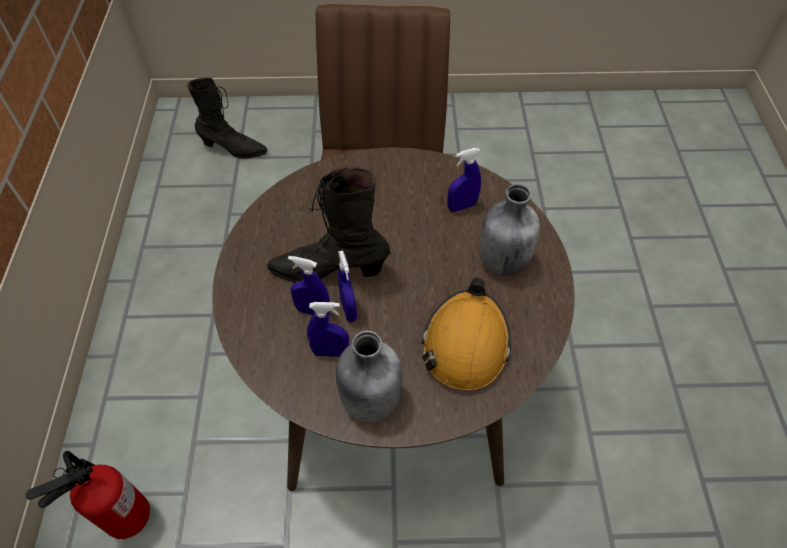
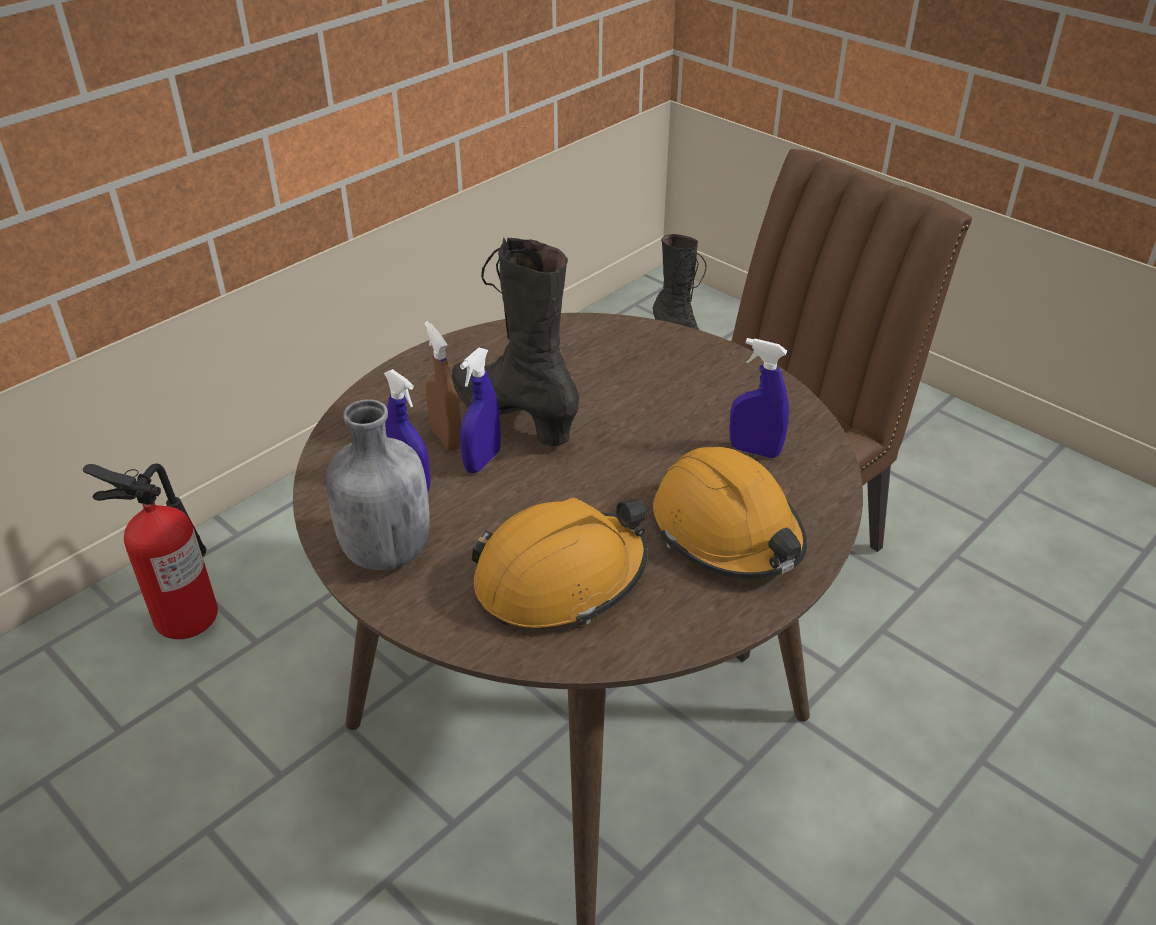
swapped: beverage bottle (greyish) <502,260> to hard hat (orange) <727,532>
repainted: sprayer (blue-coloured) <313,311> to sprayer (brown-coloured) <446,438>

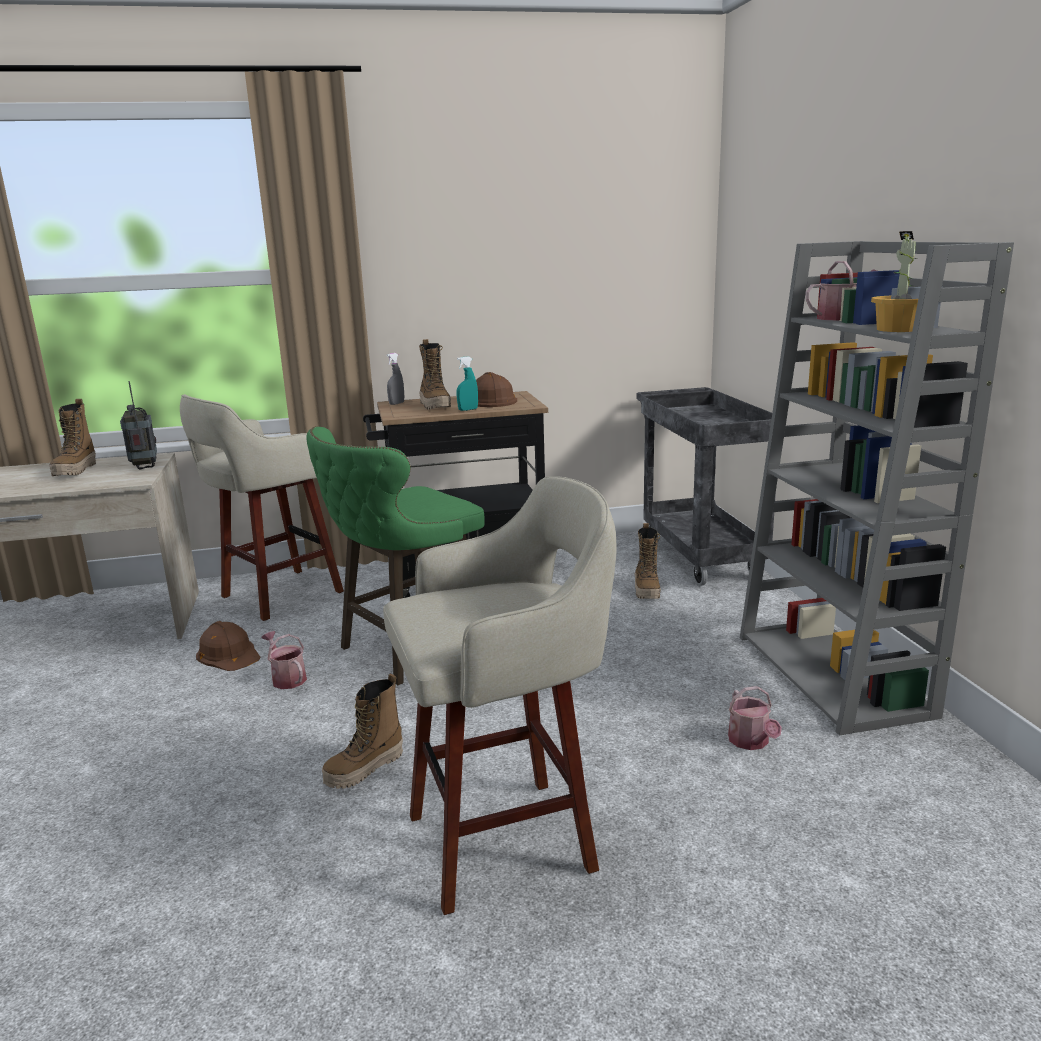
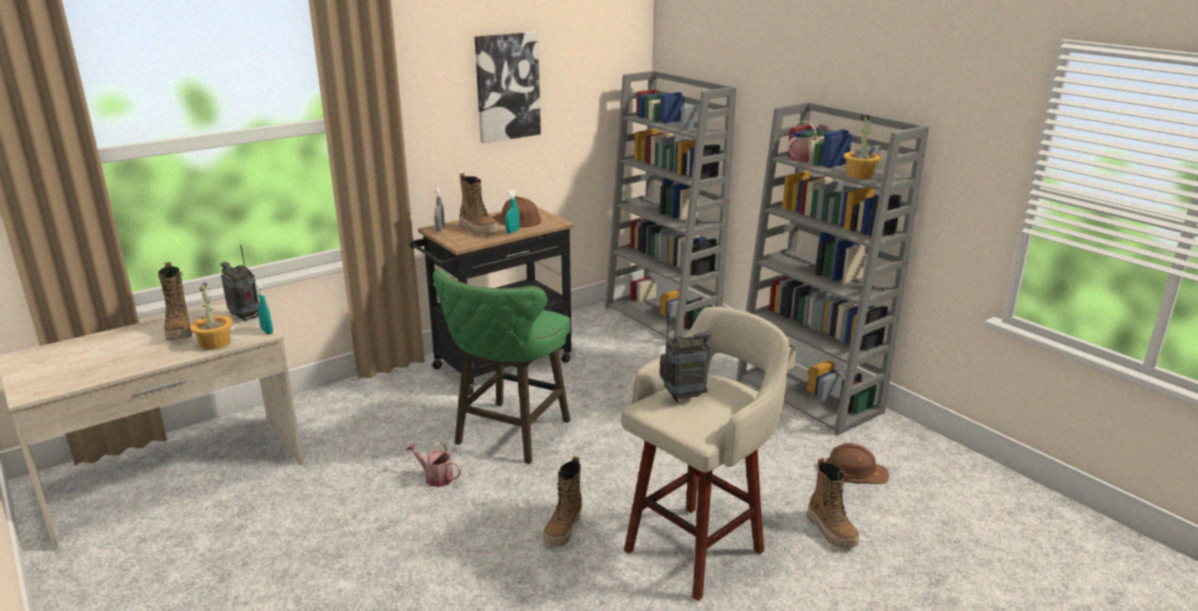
gone: stool (beige-coloured) <277,596>; watering can <751,742>
new: plant in a pot <215,343>; sprayer (turquoise) <267,331>; picture <507,87>; radio <684,397>
shifted: hard hat (brown-coloured) <229,654> to <855,470>; tall boot <647,590> to <831,531>
swapped: wheeled cart (greyish) <698,556> to bookcase (greyish) <663,318>

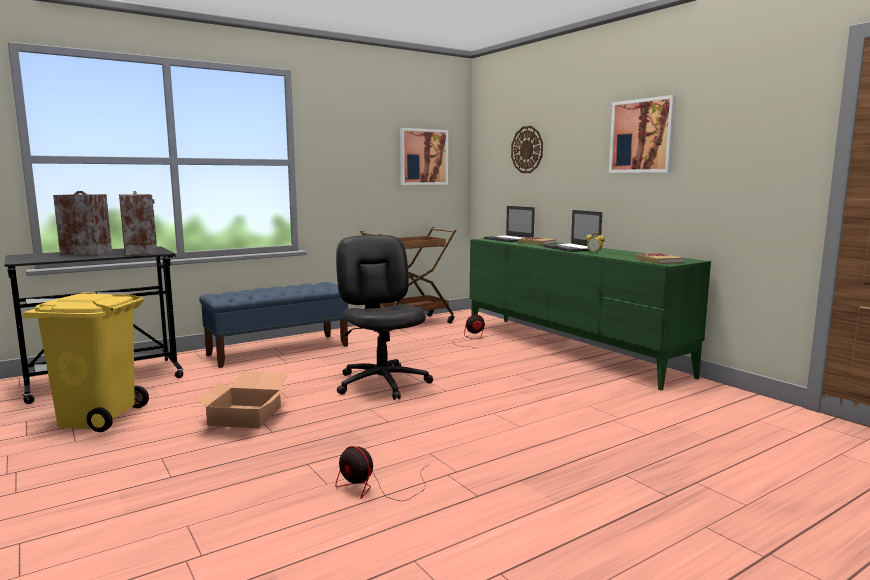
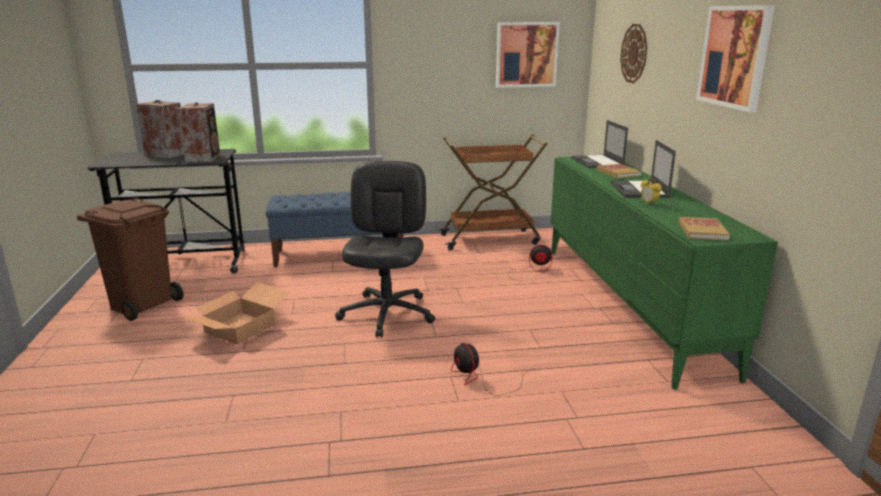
shifted: fan <376,488> to <481,379>
repainted: rubbish bin (yellow-coloured) <98,417> to rubbish bin (brown-coloured) <143,304>

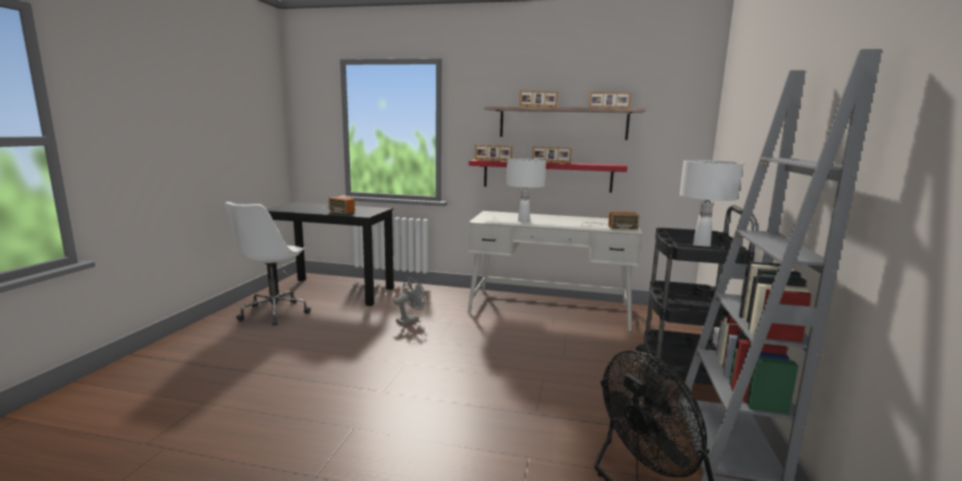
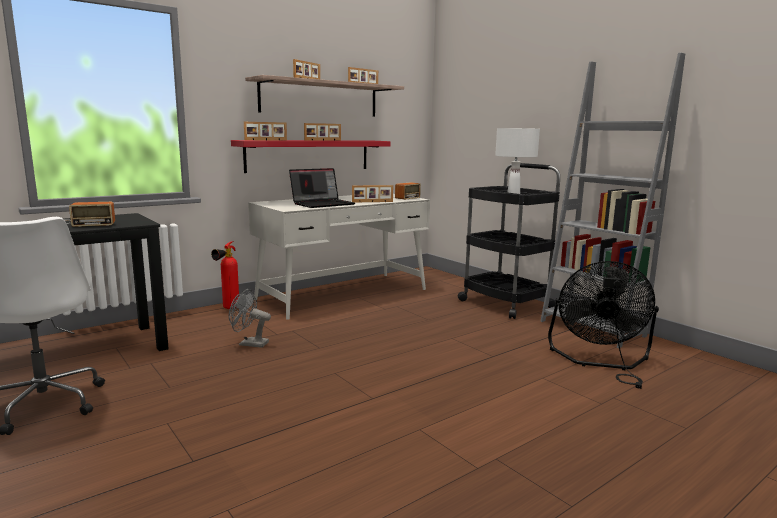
new: fire-fighting cylinder <228,309>; photo frame <372,202>
swapped: tabletop lamp (white-coloured) <523,221> to laptop <323,204>
rotated: fan (greyish) <410,320> = <249,344> 75 degrees counterclockwise

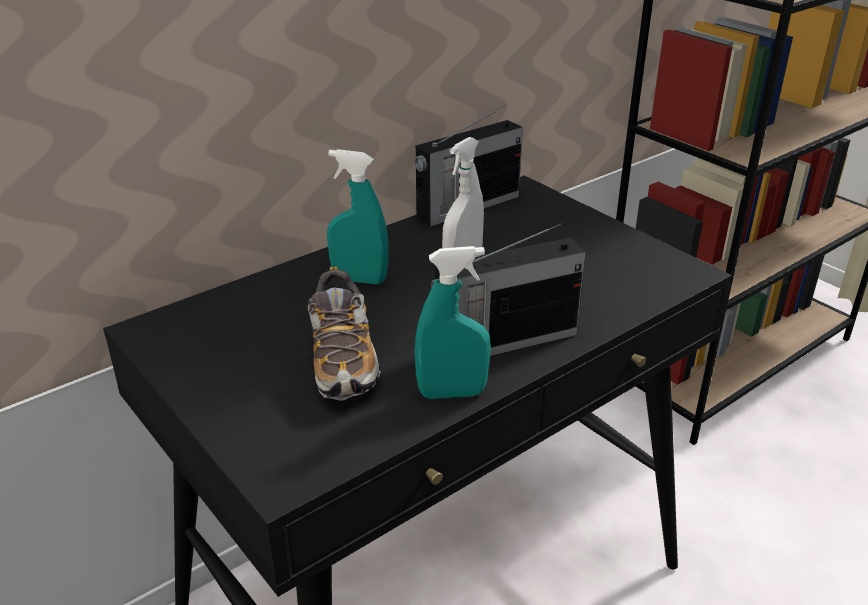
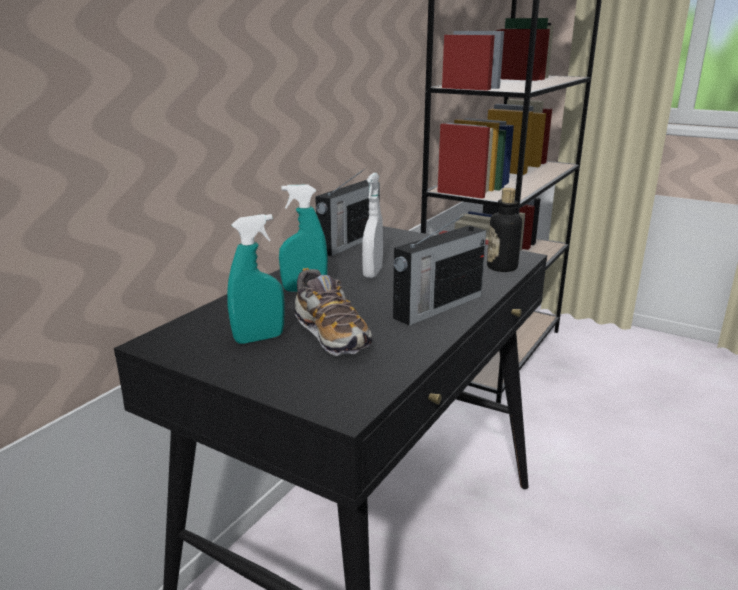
new: beverage bottle <502,267>
shifted: sprayer (turquoise) <452,393> to <259,338>

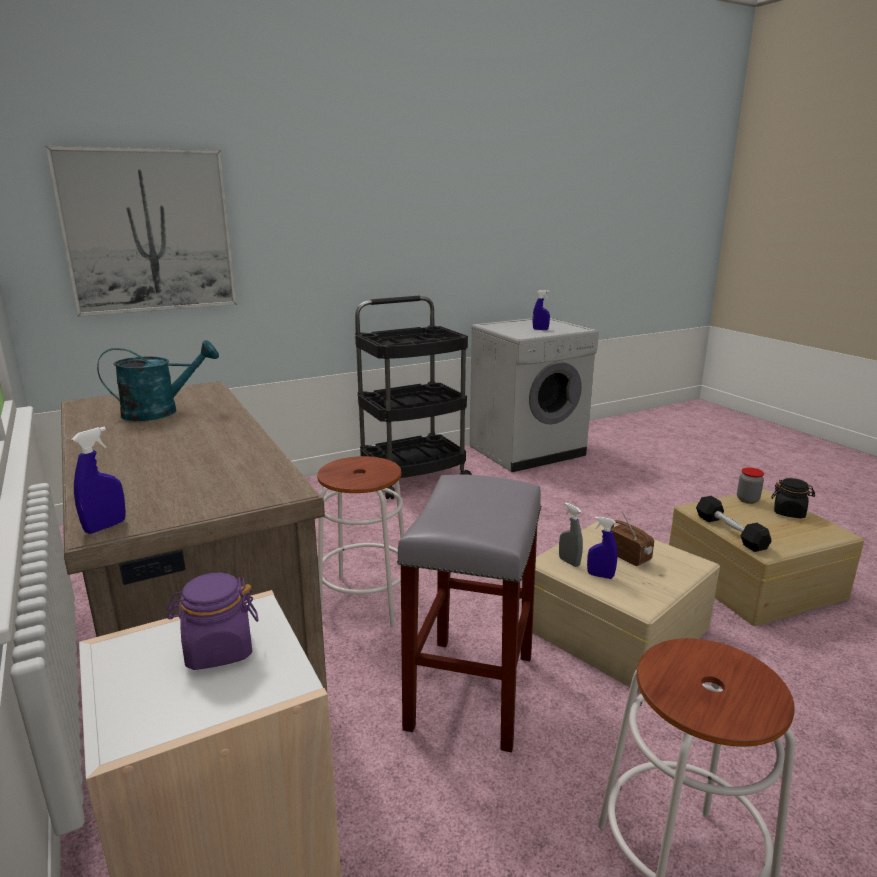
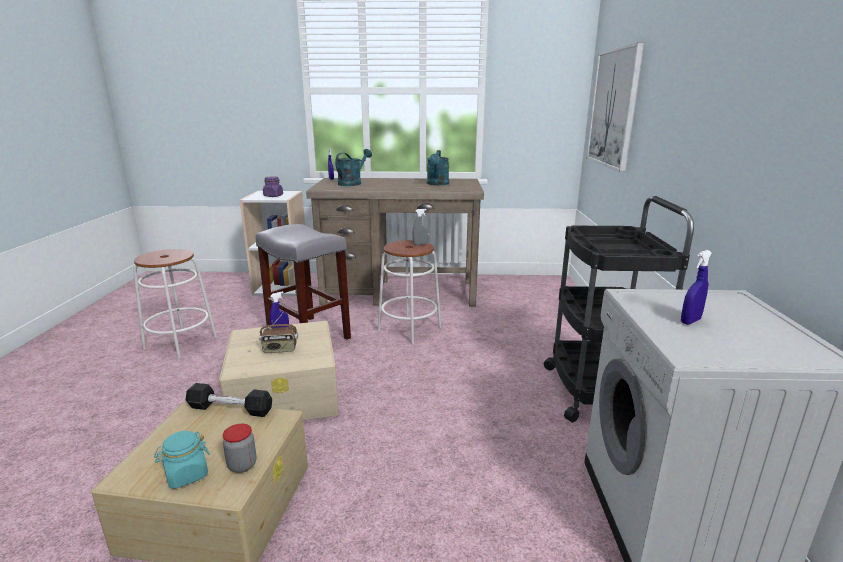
new: watering can (turquoise) <352,183>
shifted: sprayer (greyish) <569,562> to <420,244>
repainted: storage jar (black-coloured) <789,512> to storage jar (turquoise) <186,475>

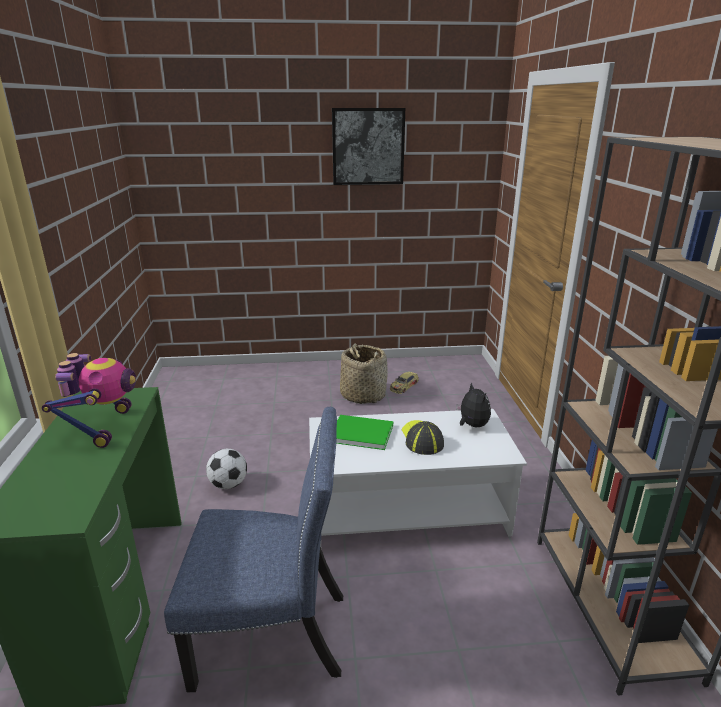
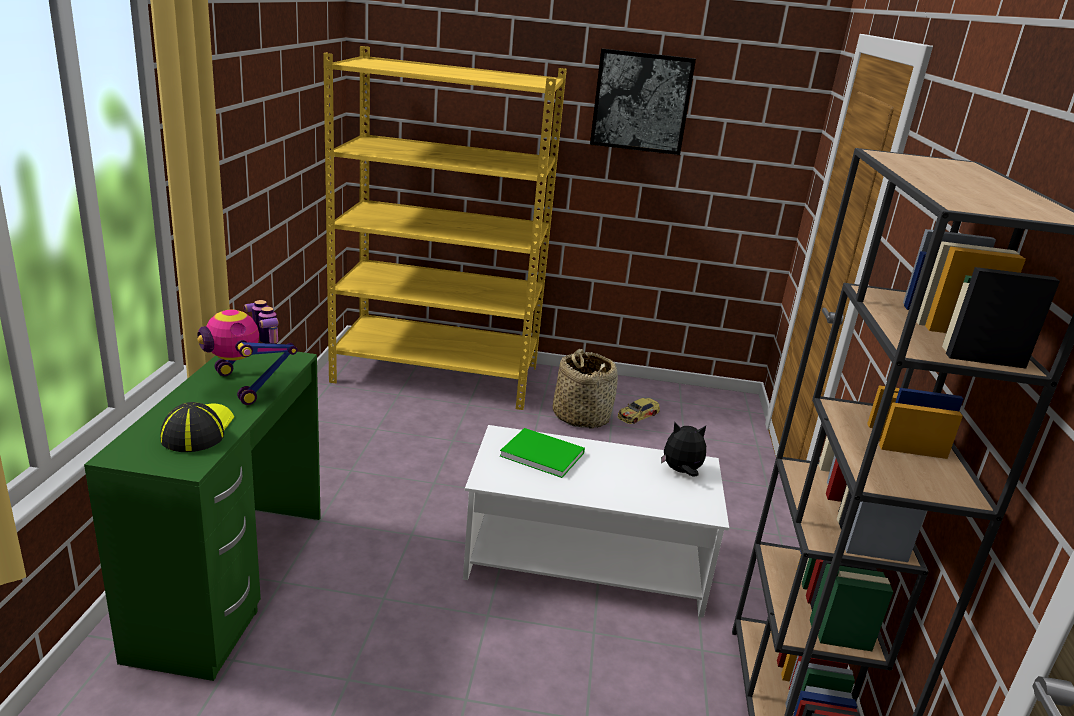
gone: upright chair (blue-coloured) <268,635>; football <228,484>
new: bookcase (yellow-coloured) <437,374>
shifted: peaked cap <421,439> to <198,430>
rotated: toy robot <104,427> = <247,385> 135 degrees clockwise; cuddly toy <472,425> = <681,472> 75 degrees counterclockwise

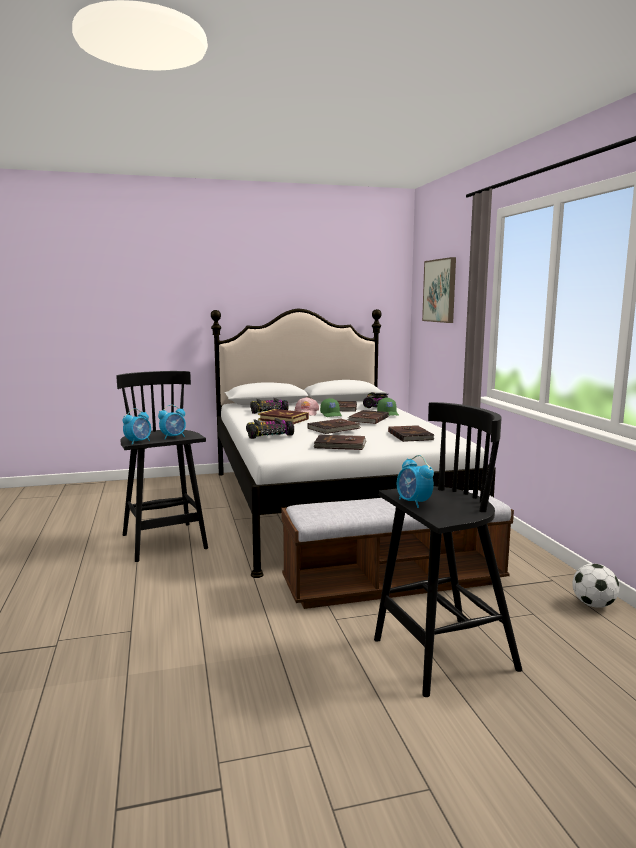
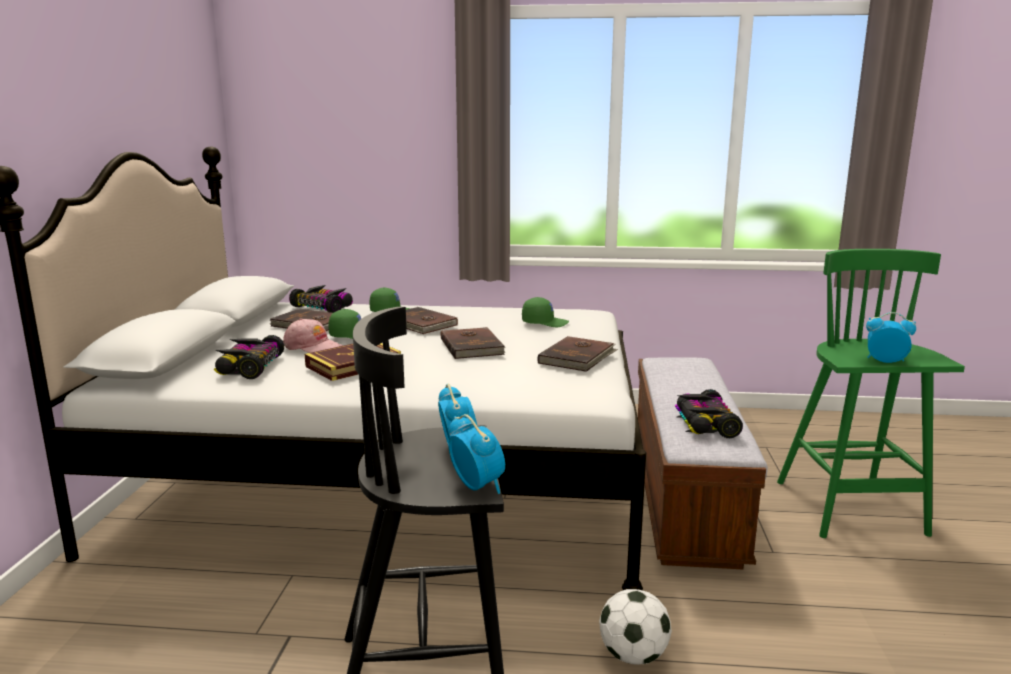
gone: picture <440,290>
shifted: toy car <268,435> to <704,424>; football <593,605> to <633,656>
swapped: bound book (brown-coloured) <411,435> to peaked cap (green-coloured) <544,323>
repainted: stool (black-coloured) <440,655> to stool (green-coloured) <852,509>
rotated: bedside clock <413,502> = <885,361> 150 degrees counterclockwise

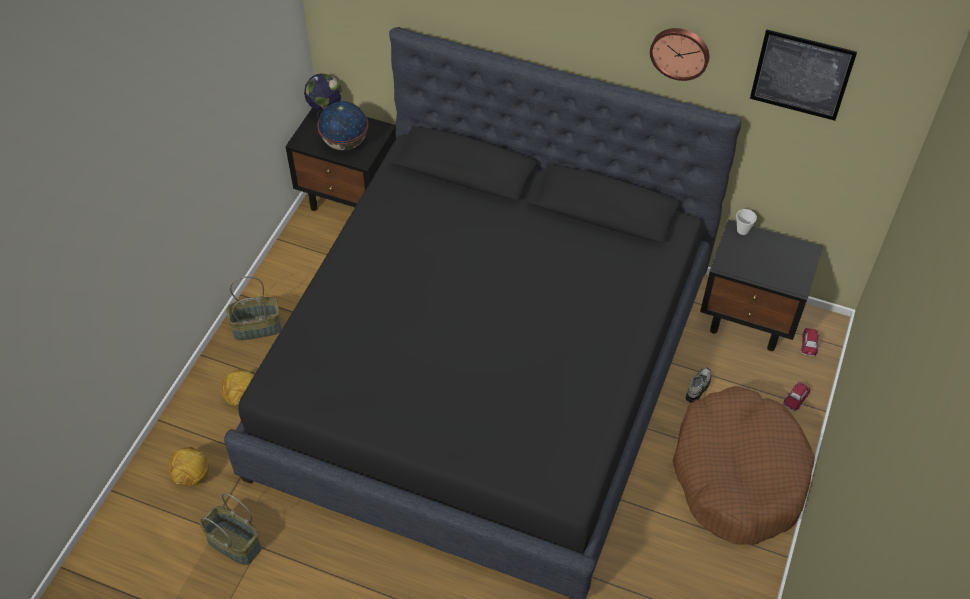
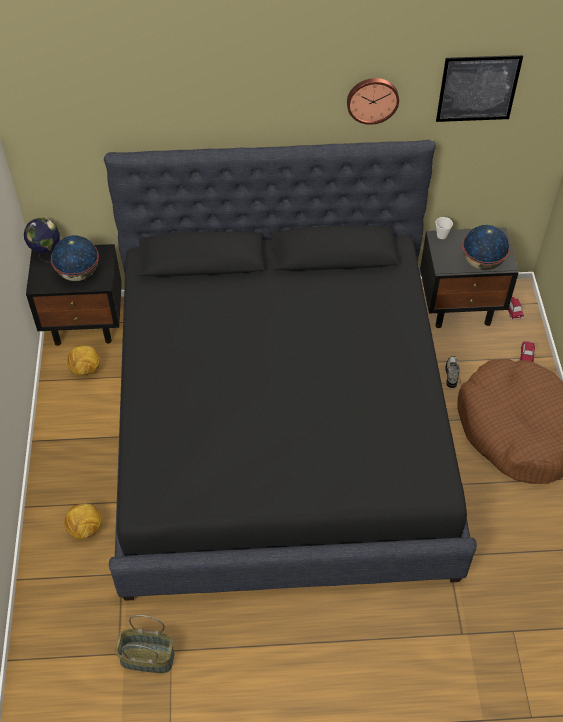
gone: basket <257,327>
new: world globe <482,263>
shifted: football <192,477> to <86,370>

